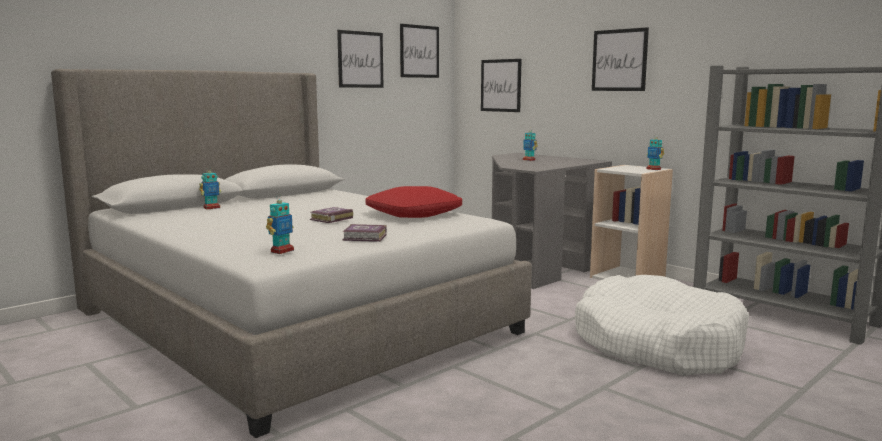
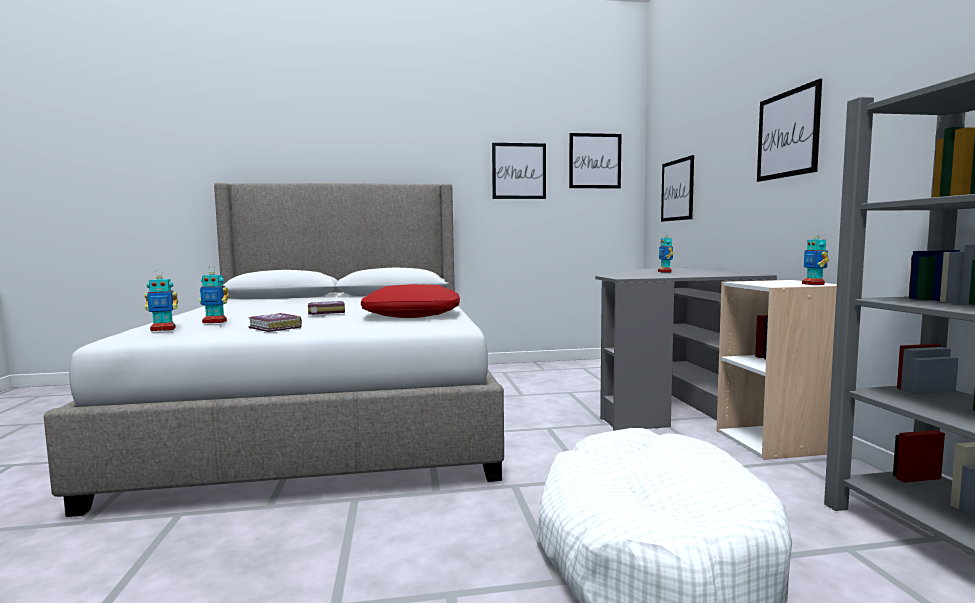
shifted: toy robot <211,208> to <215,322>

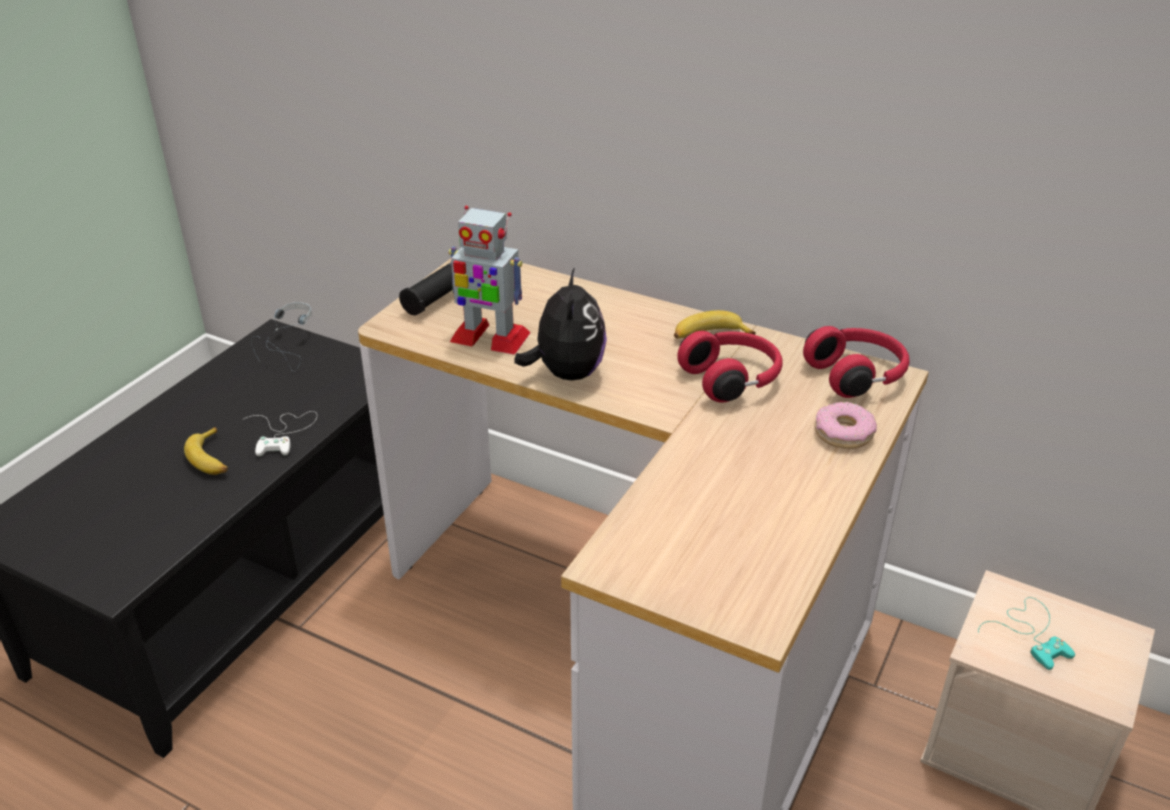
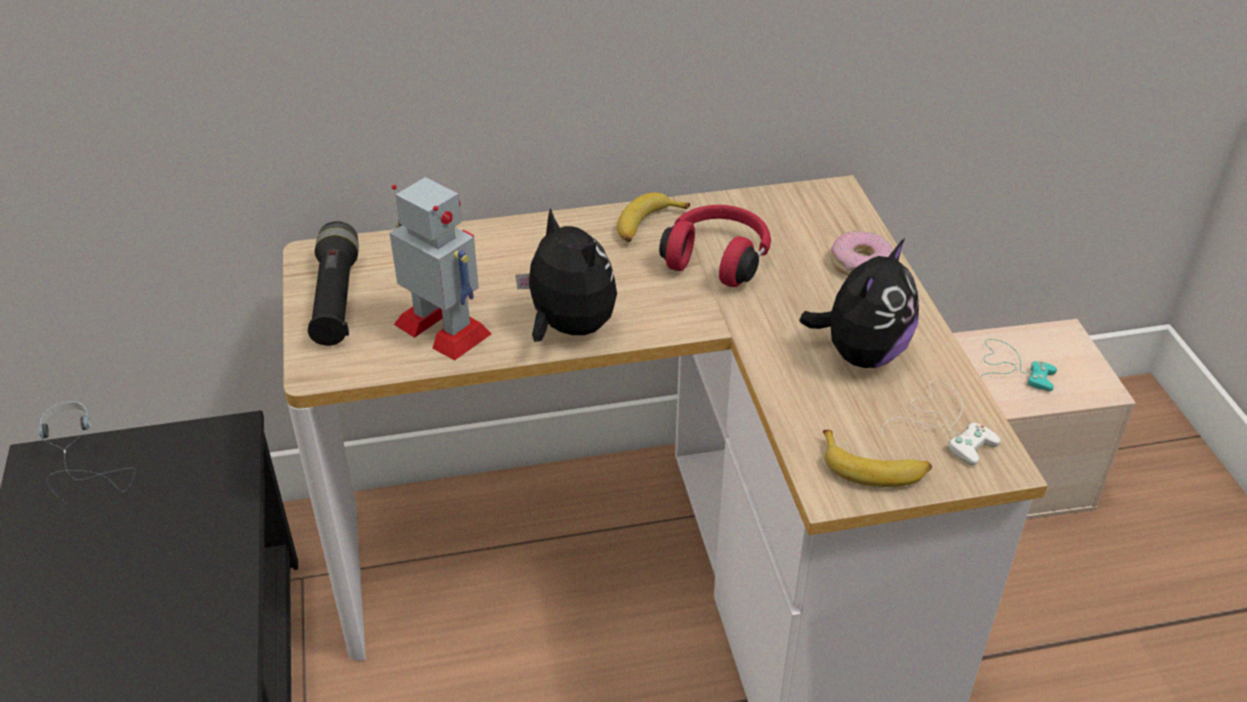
gone: headphones (red-coloured) <857,375>
new: cuddly toy <861,353>
shifted: banana <211,459> to <874,468>; joypad (white-coloured) <283,433> to <943,423>
rotated: toy robot <489,337> = <444,329> 120 degrees counterclockwise

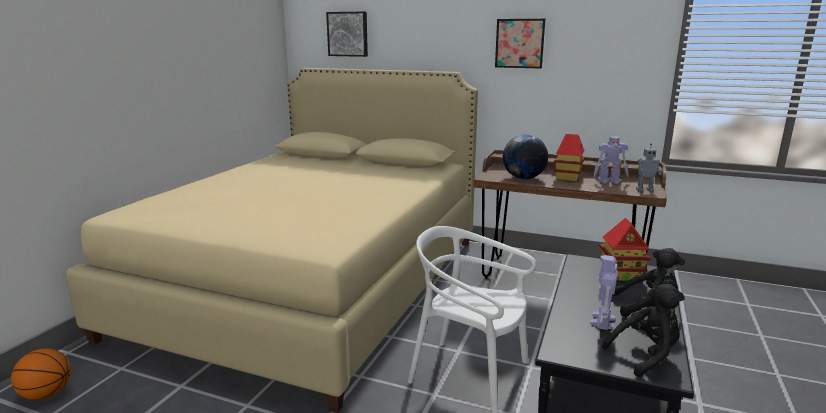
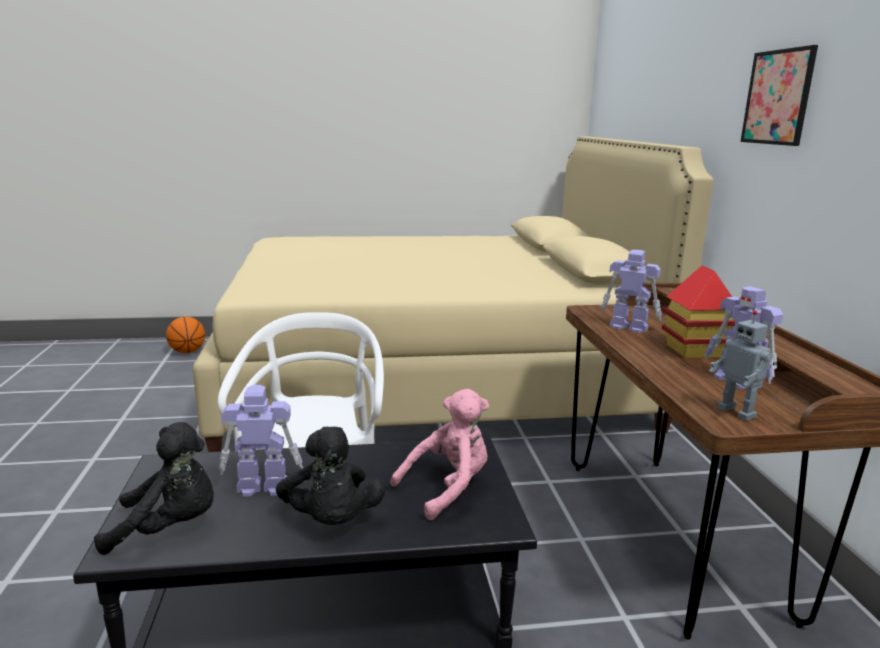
gone: picture <348,34>
swapped: world globe <524,178> to toy robot <627,327>; miniature house <621,275> to cuddly toy (pinkish) <448,488>
rotated: cuddly toy (black-coloured) <645,355> = <170,528> 45 degrees counterclockwise

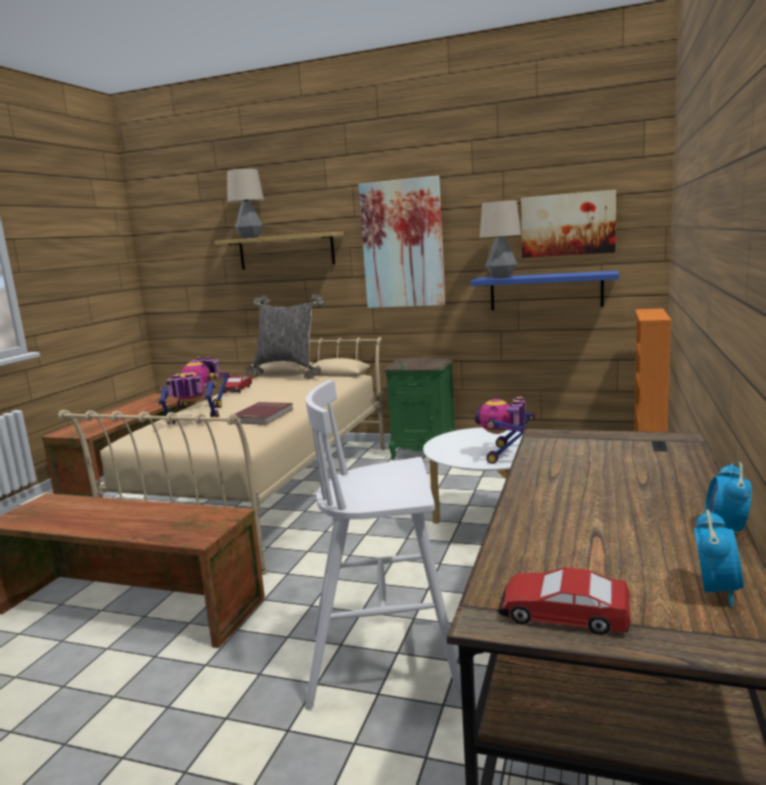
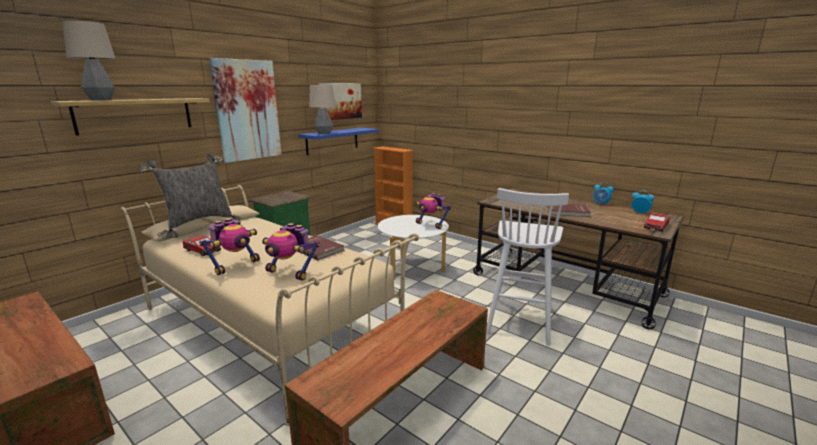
new: bound book (red-coloured) <567,212>
rotated: toy robot <192,423> = <290,273> 75 degrees counterclockwise

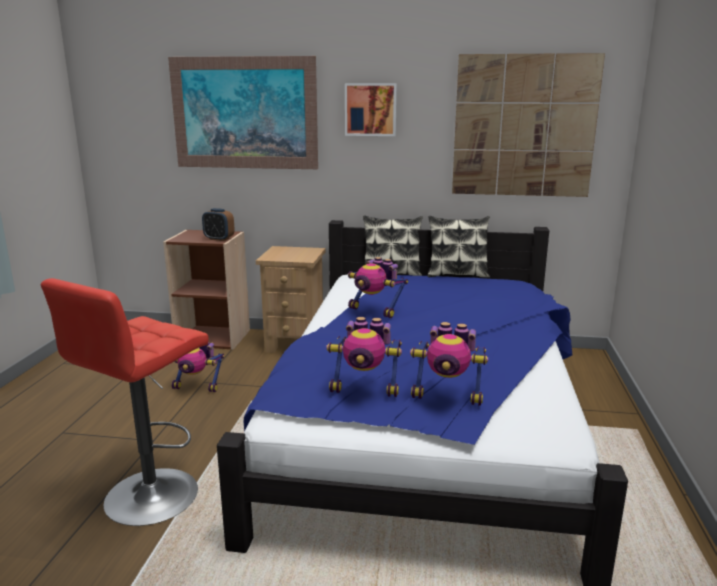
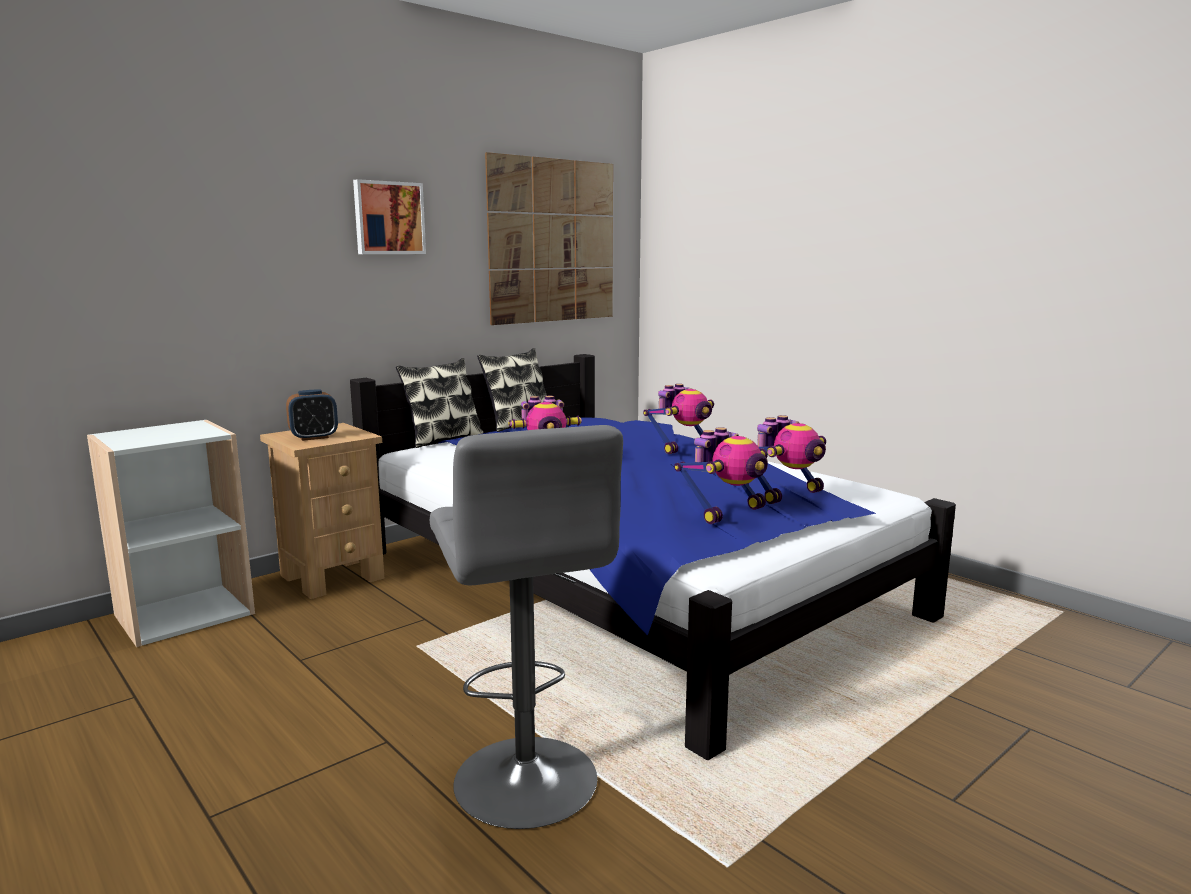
gone: picture <244,113>
shifted: toy robot <197,387> to <683,447>; bedside clock <219,239> to <314,437>
repainted: stool (red-coloured) <150,496> to stool (greyish) <524,782>; bookcase (brown-coloured) <214,337> to bookcase (white-coloured) <186,613>

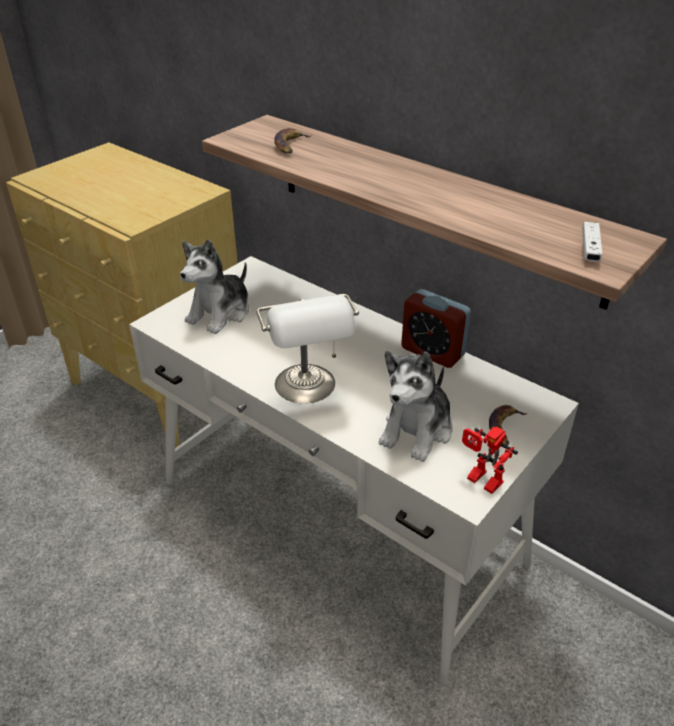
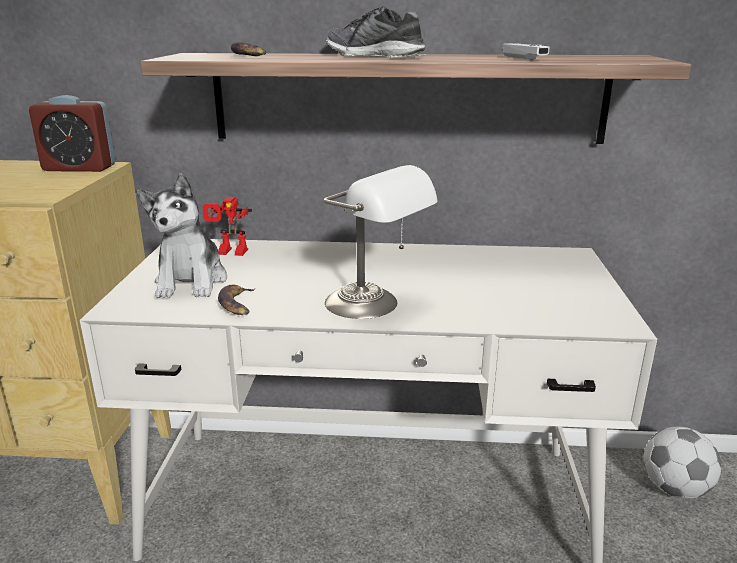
gone: cuddly toy <417,430>
new: item of footwear <374,56>; football <674,489>
shifted: bedside clock <432,352> to <79,168>; toy robot <480,481> to <229,253>; banana <504,427> to <238,304>; joypad (white-coloured) <590,249> to <524,58>

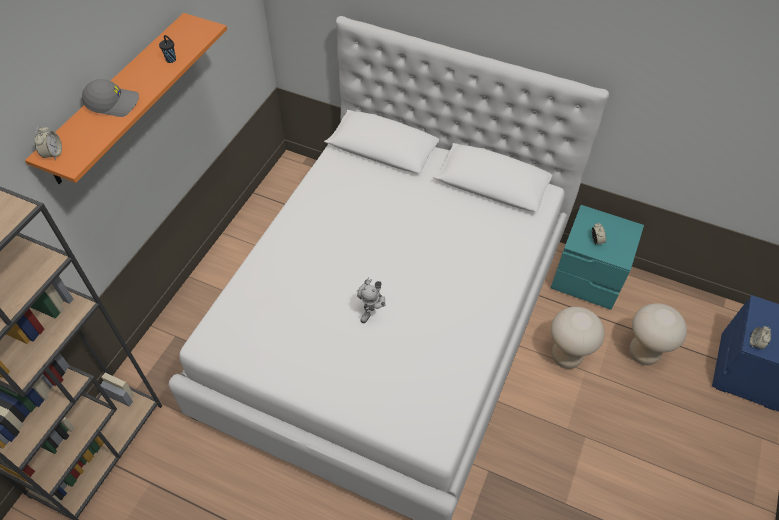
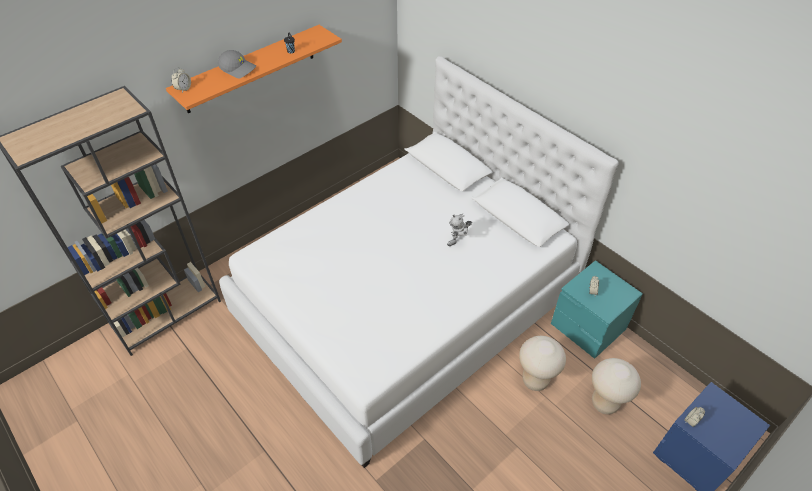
shifted: toy robot <372,311> to <459,241>

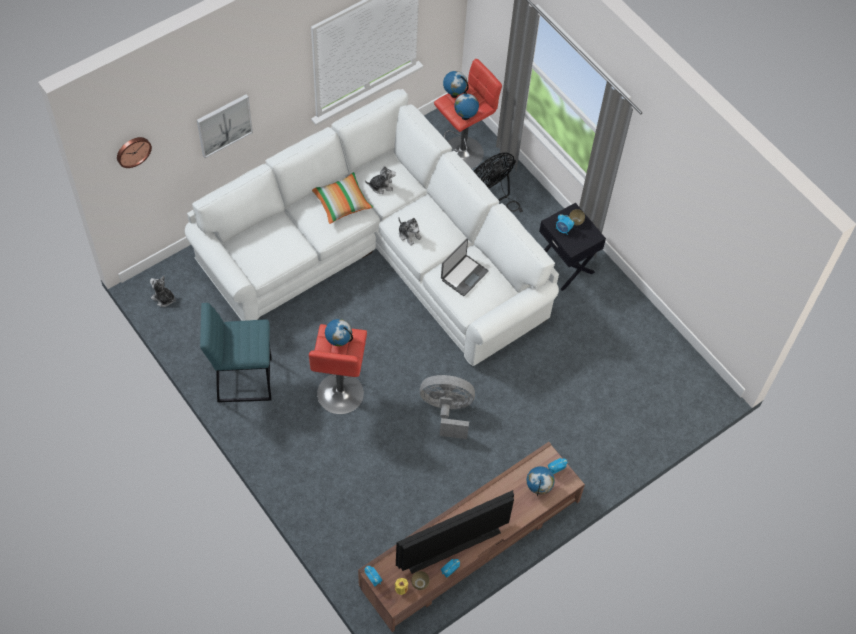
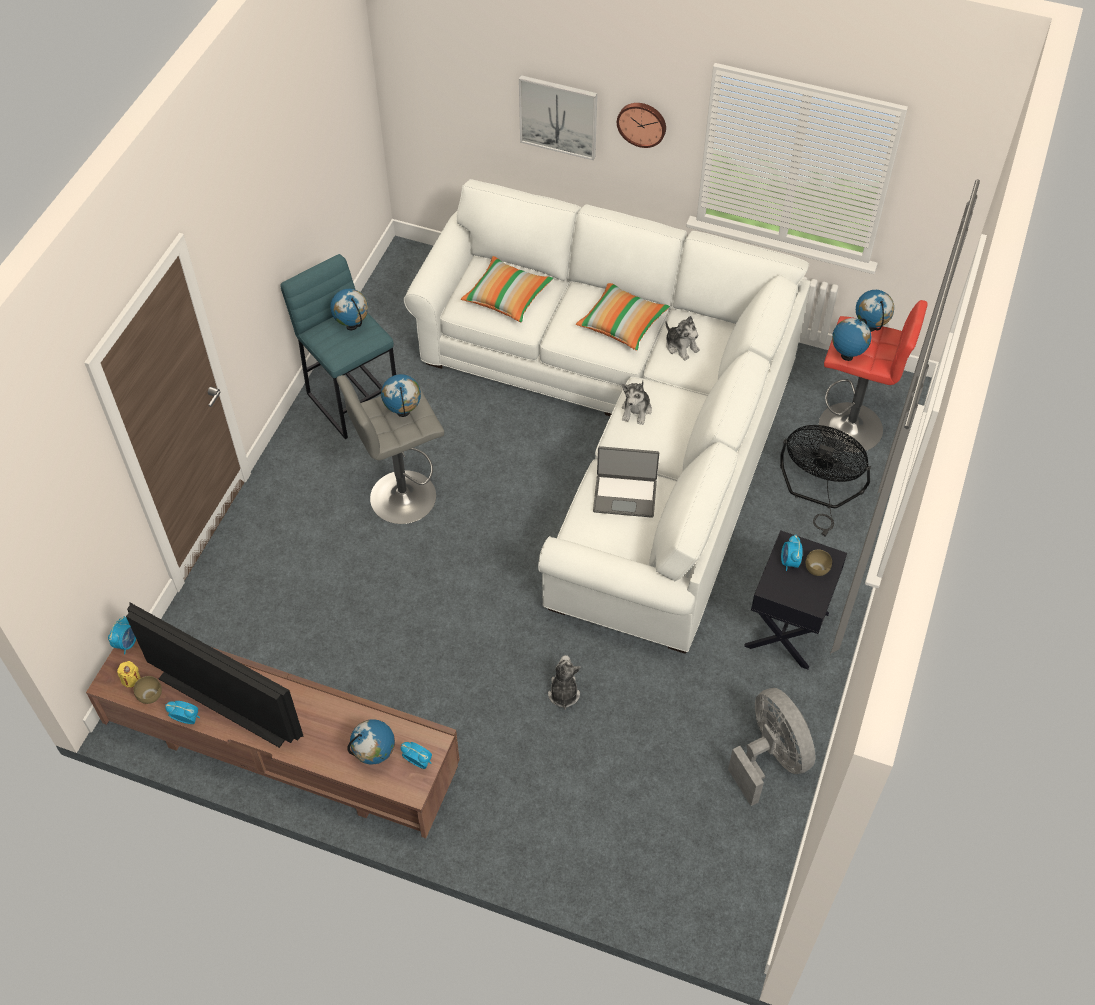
new: world globe <352,326>; pillow <507,297>
shifted: hanging clock <133,151> to <642,123>; cuddly toy <163,298> to <563,693>; fan (greyish) <447,411> to <770,758>
repainted: stool (red-coloured) <339,394> to stool (greyish) <402,497>

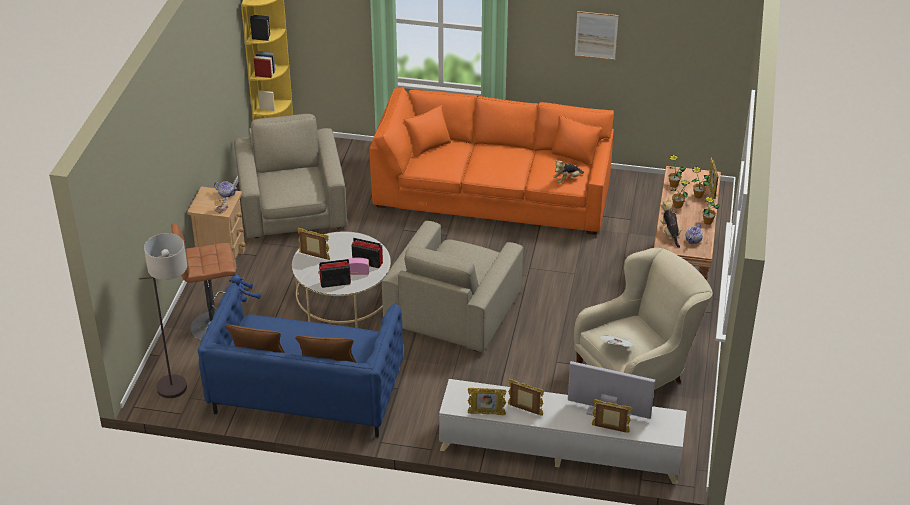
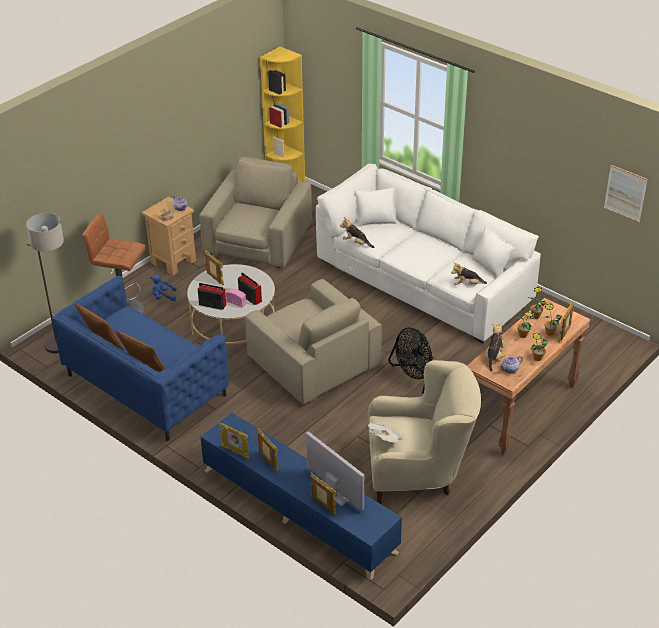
new: cuddly toy <356,243>; fan (black-coloured) <415,375>
shifted: picture <596,35> to <625,193>
repainted: sofa (orange) <492,194> to sofa (white-coloured) <423,281>; tv unit (white-coloured) <560,449> to tv unit (blue-coloured) <298,510>
rotated: lounge chair (beige-coloured) <453,308> = <312,361> 90 degrees counterclockwise

